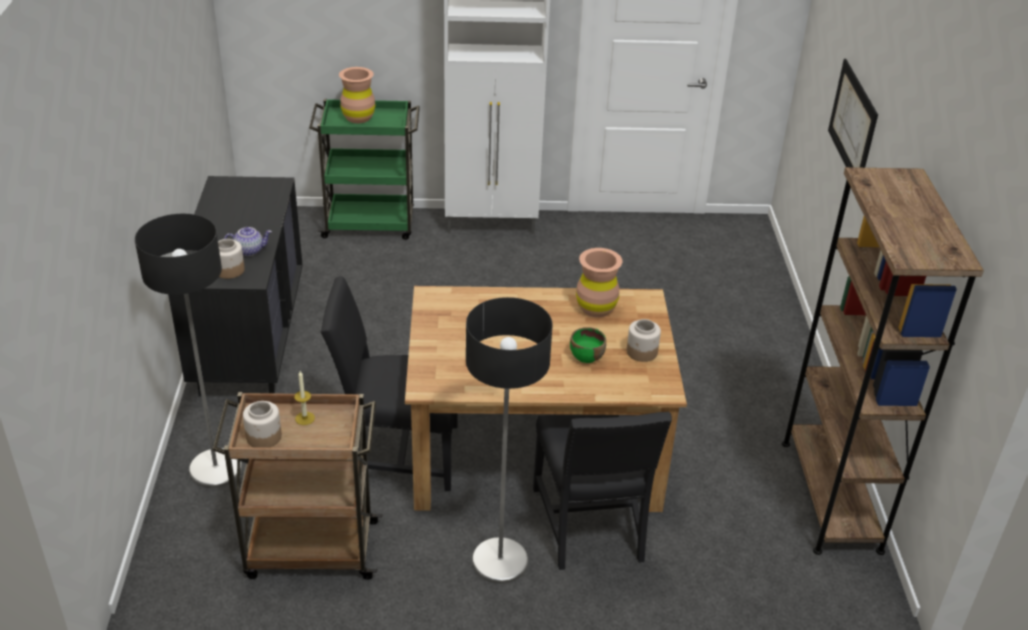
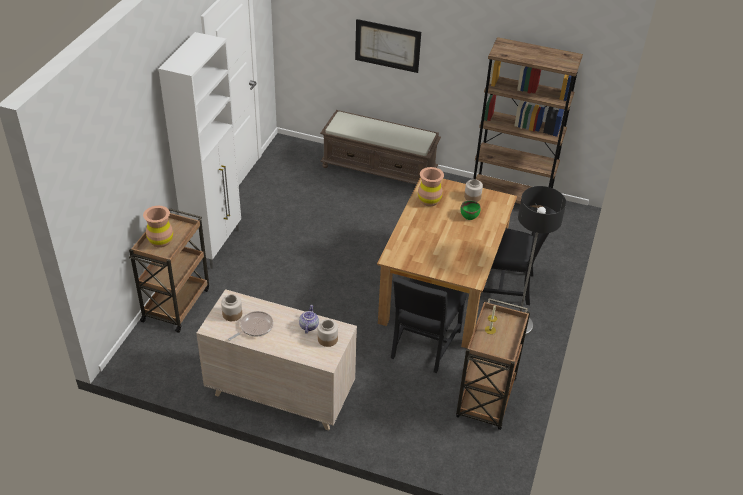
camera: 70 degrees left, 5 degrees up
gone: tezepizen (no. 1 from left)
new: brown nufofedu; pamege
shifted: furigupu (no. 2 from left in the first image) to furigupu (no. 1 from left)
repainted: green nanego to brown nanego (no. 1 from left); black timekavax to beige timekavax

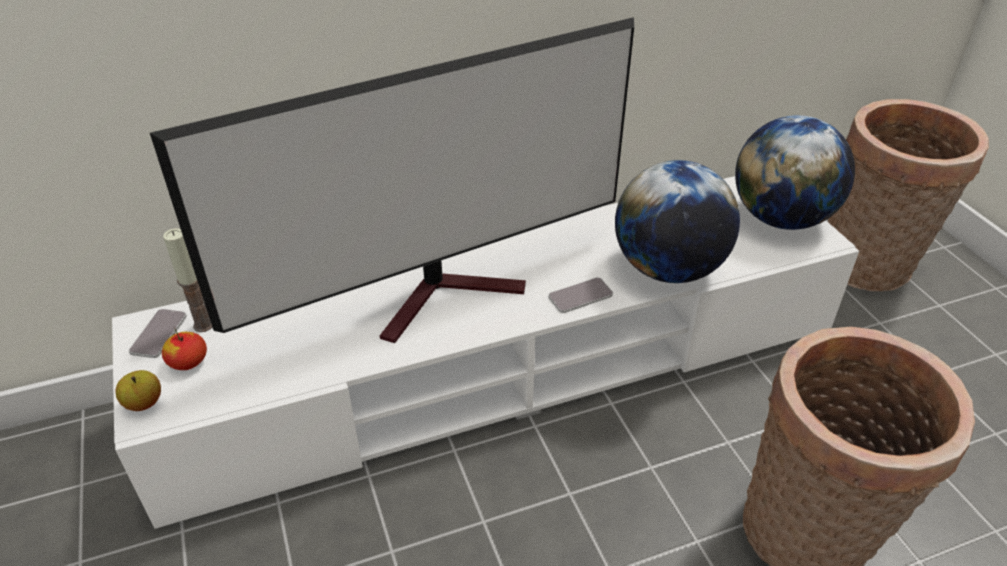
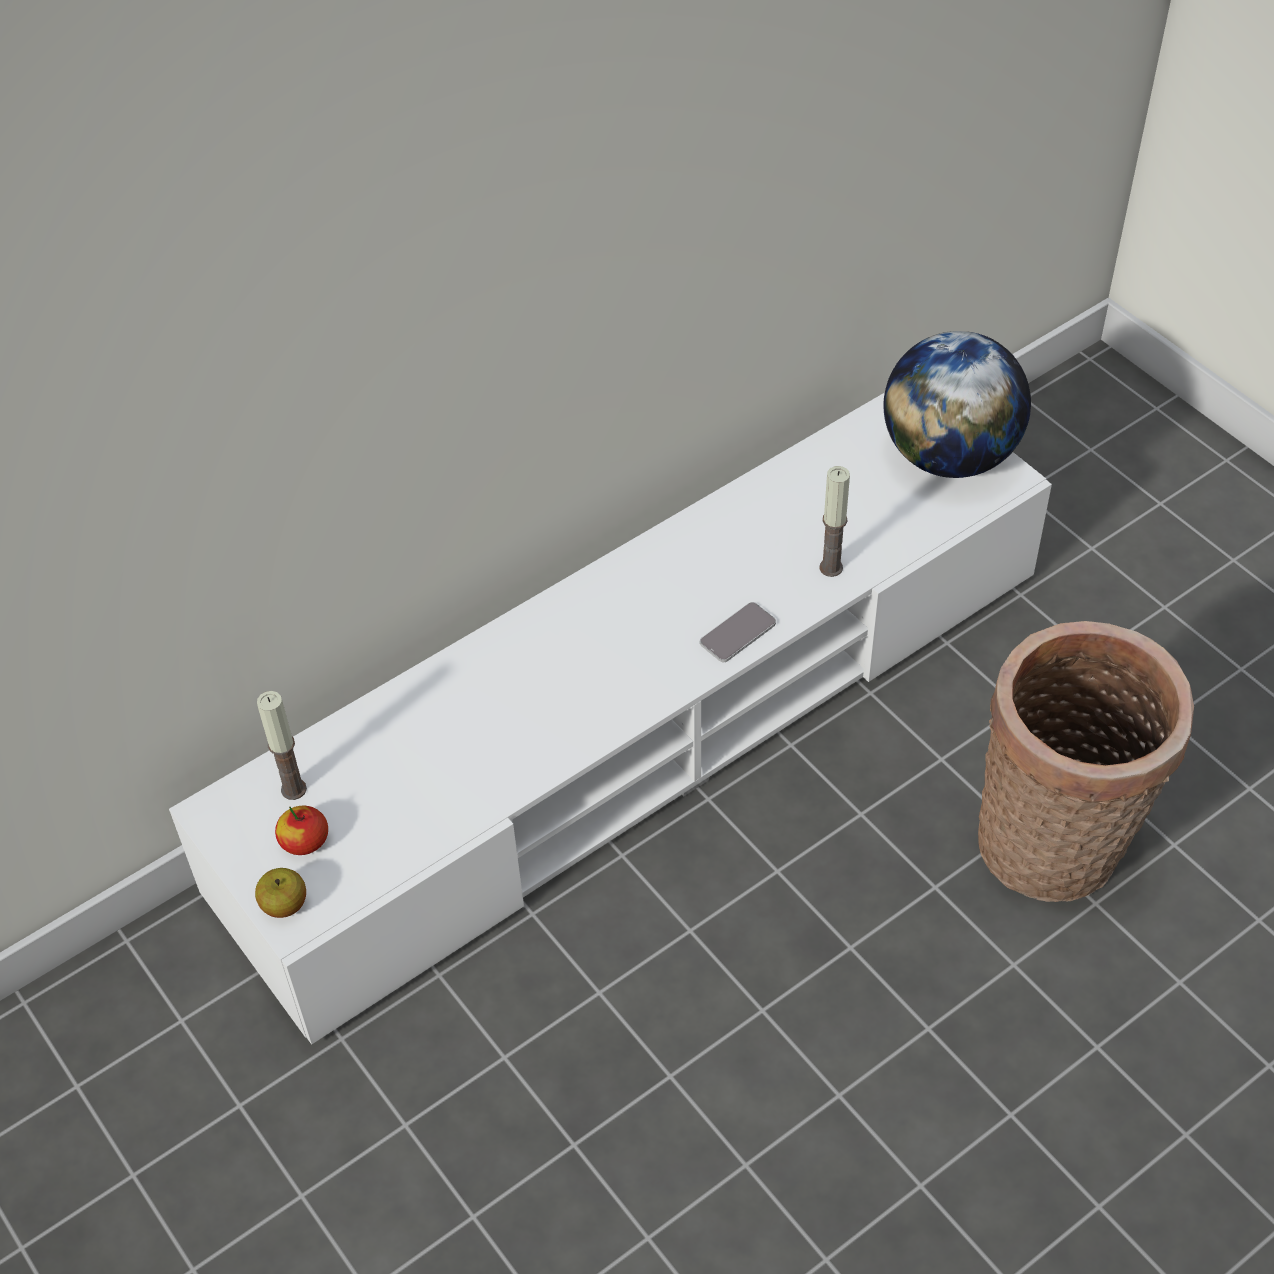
camera: 15 degrees left, 10 degrees up
gone: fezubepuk; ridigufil (no. 2 from left); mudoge (no. 1 from left)
swapped: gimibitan (no. 1 from left) to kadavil (no. 2 from left)

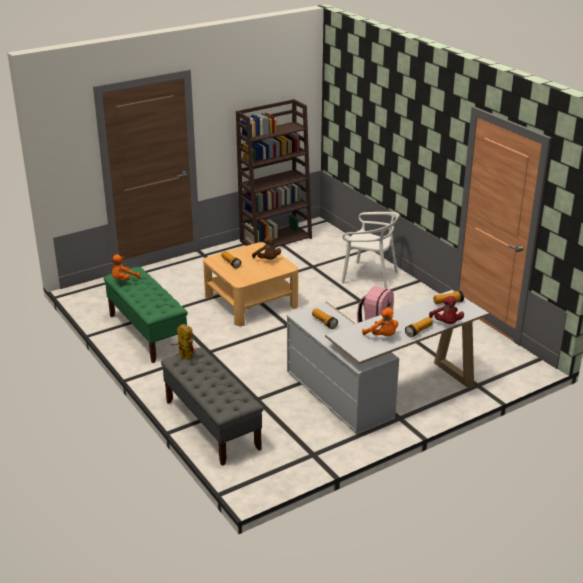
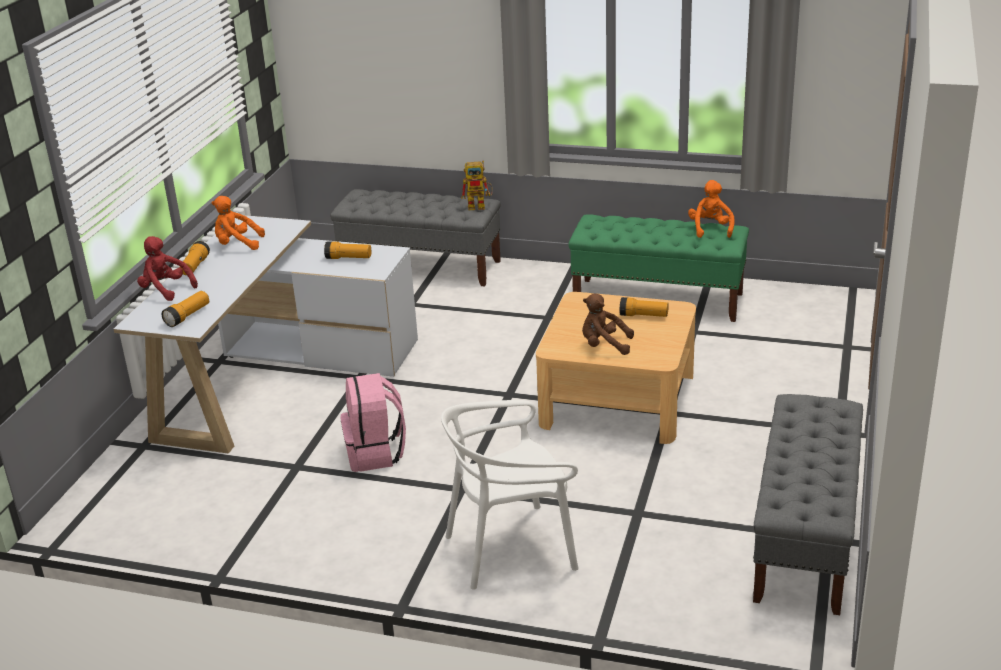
camera: 140 degrees right, 0 degrees up
swapped: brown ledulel to grey nufofedu (no. 2 from left)

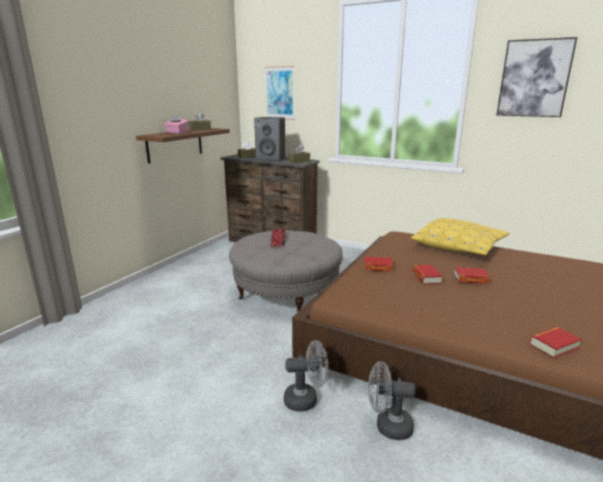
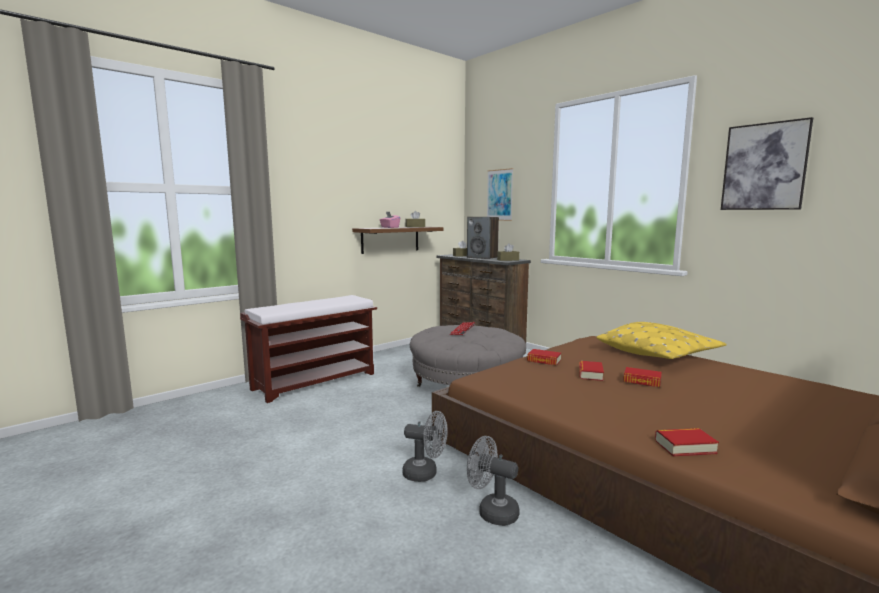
camera: 20 degrees right, 10 degrees down
new: brown nufofedu

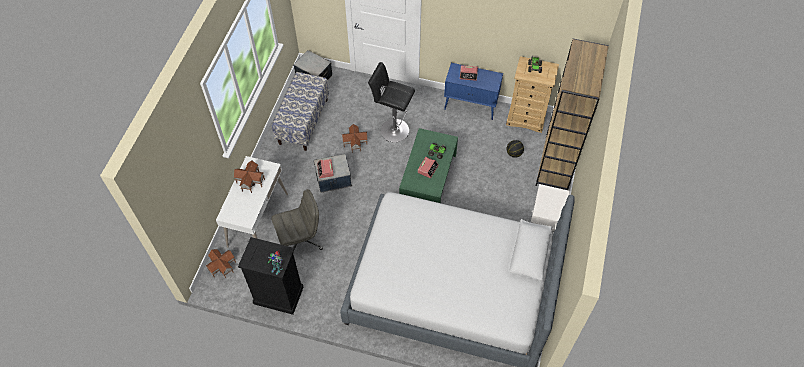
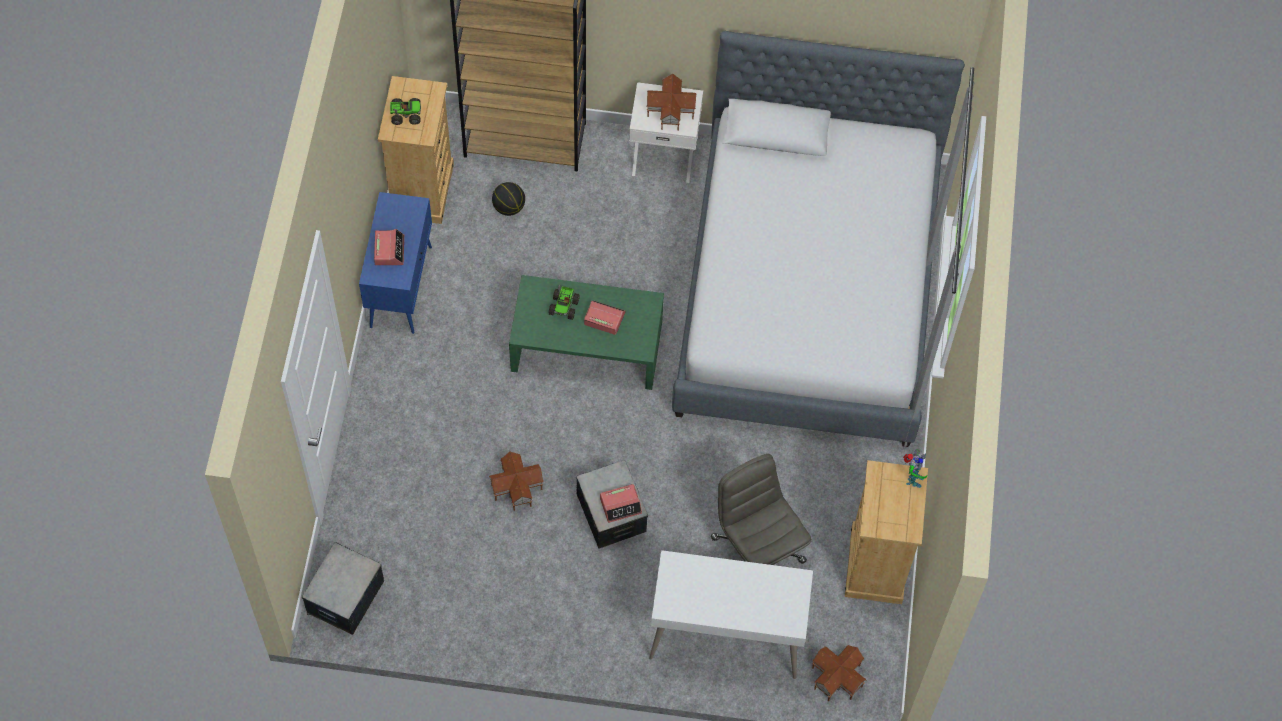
camera: 100 degrees left, 5 degrees up
gone: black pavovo; nufofedu
shifted: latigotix (no. 2 from left)
repainted: black timekavax to beige timekavax (no. 2 from left)

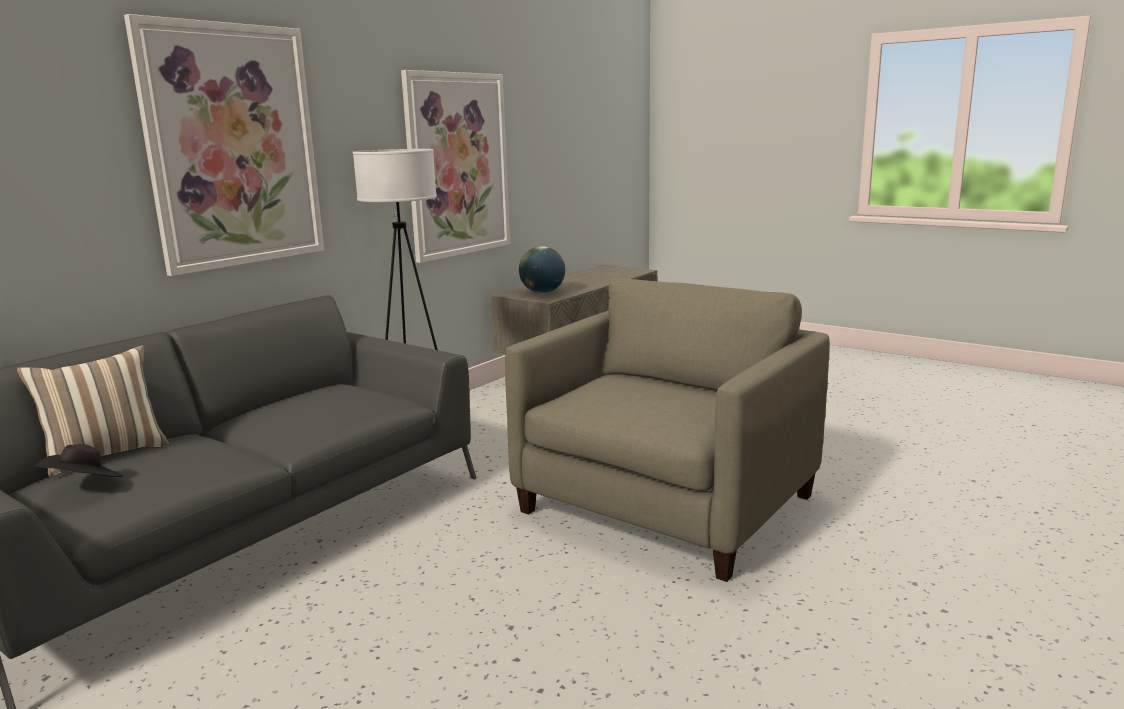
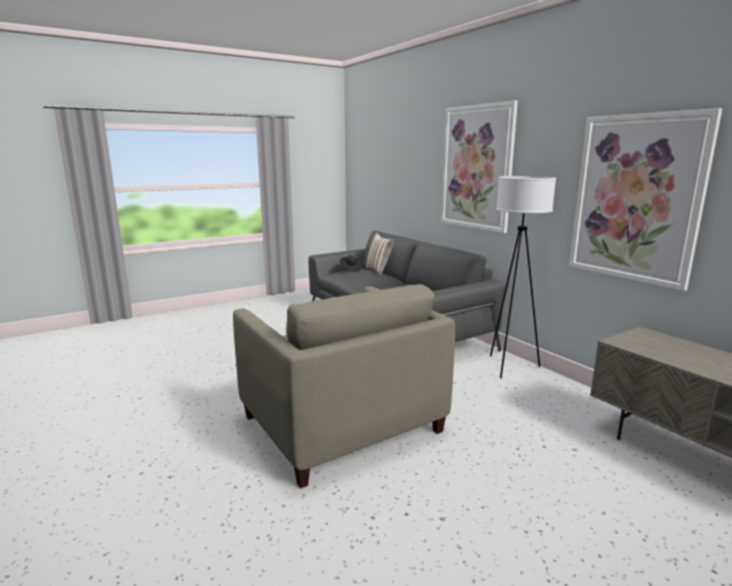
camera: 110 degrees right, 0 degrees up
gone: gimibitan

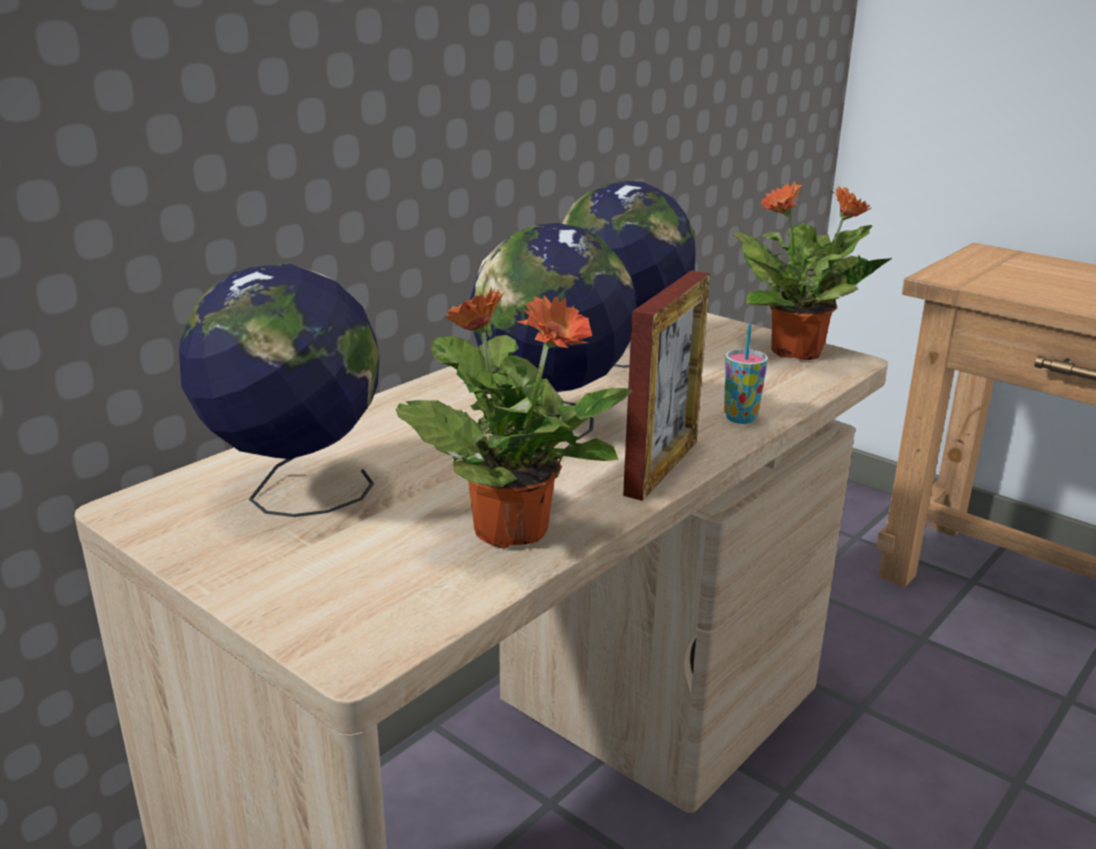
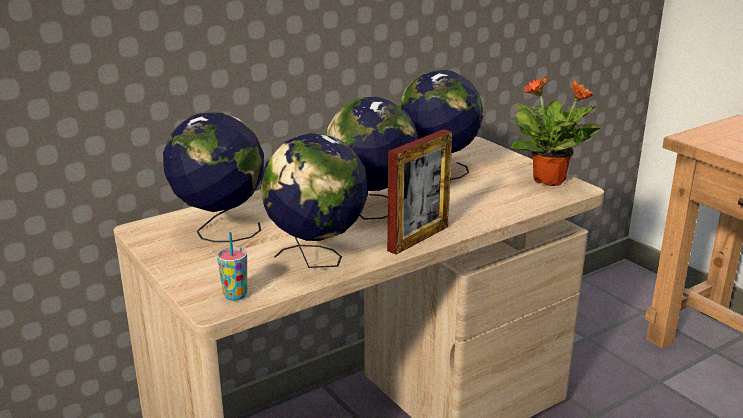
camera: 15 degrees right, 0 degrees up
shifted: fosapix
swapped: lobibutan (no. 1 from left) to gimibitan (no. 2 from left)

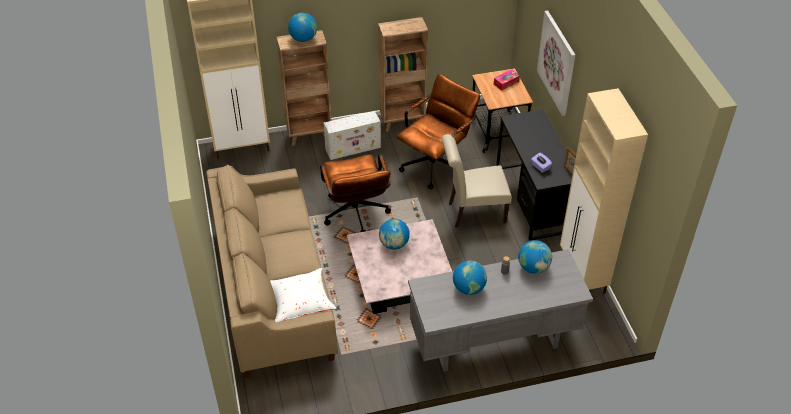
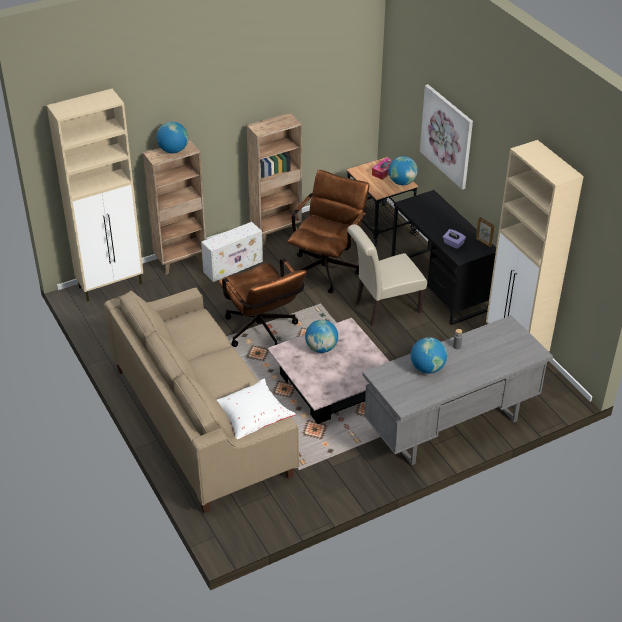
camera: 15 degrees left, 5 degrees down
shifted: gimibitan (no. 4 from left in the first image) to gimibitan (no. 3 from left)

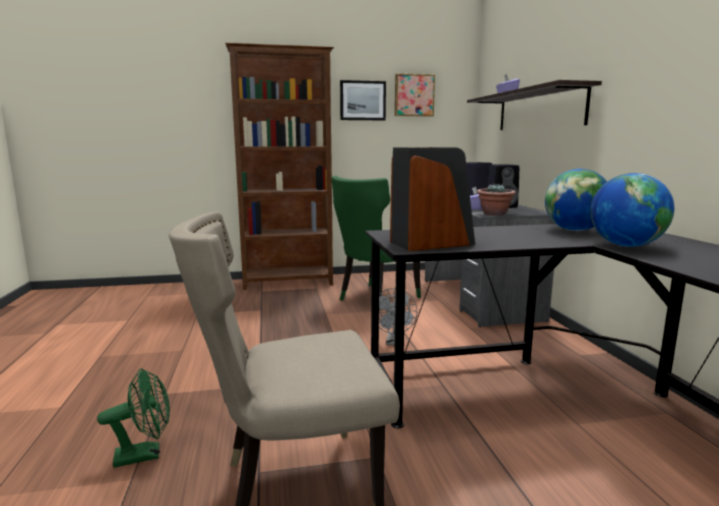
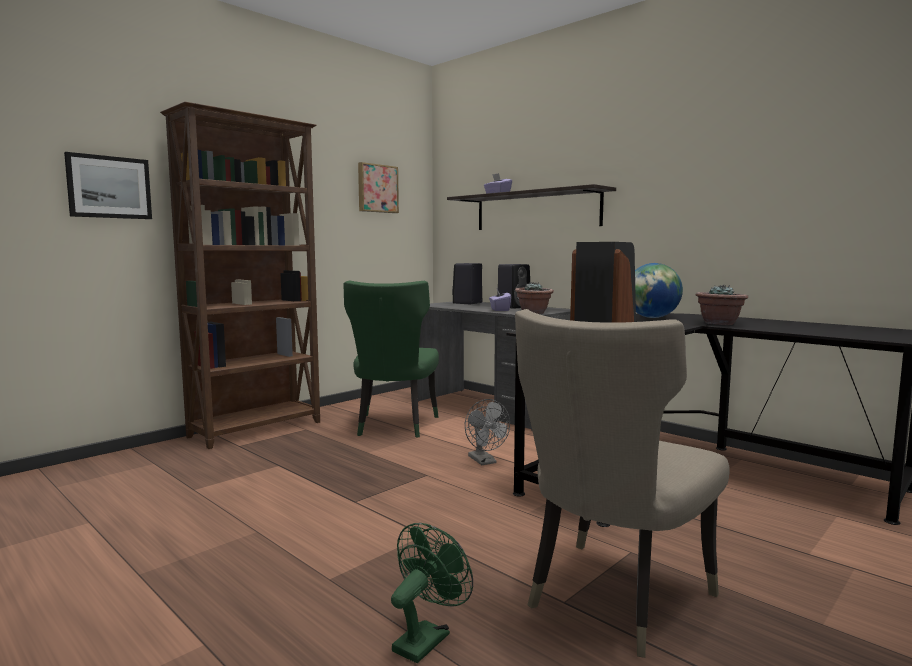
camera: 35 degrees left, 5 degrees down
shifted: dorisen (no. 1 from left)
swapped: gimibitan (no. 2 from left) to lobibutan (no. 2 from left)

